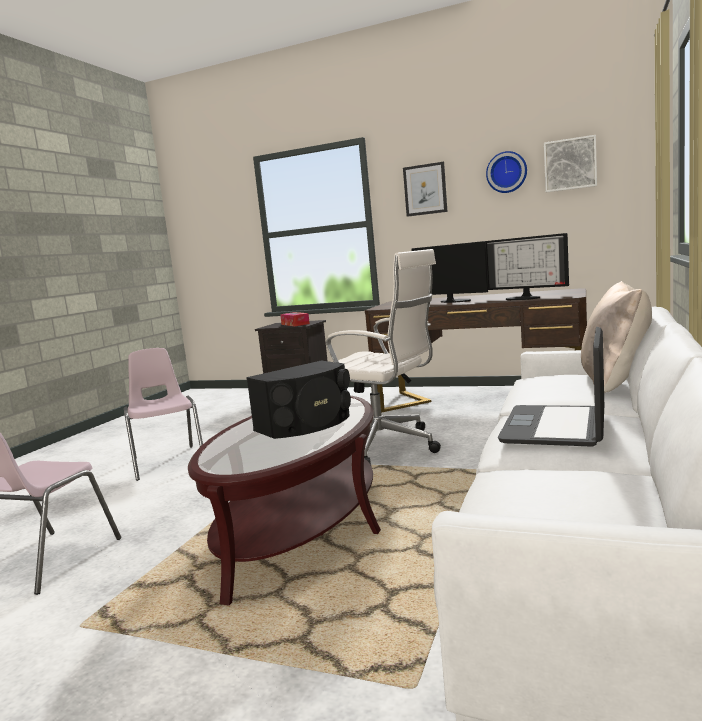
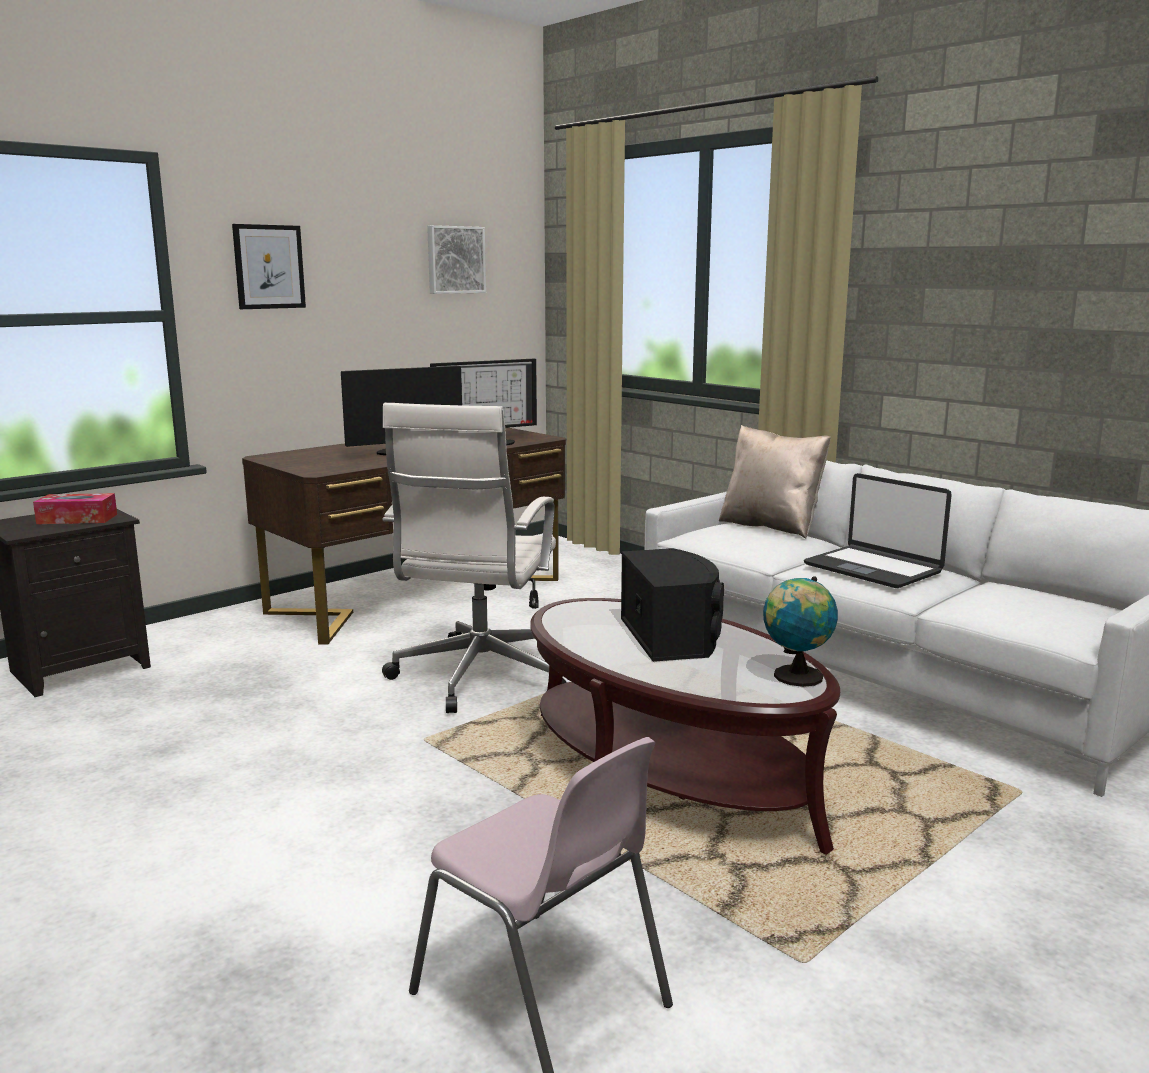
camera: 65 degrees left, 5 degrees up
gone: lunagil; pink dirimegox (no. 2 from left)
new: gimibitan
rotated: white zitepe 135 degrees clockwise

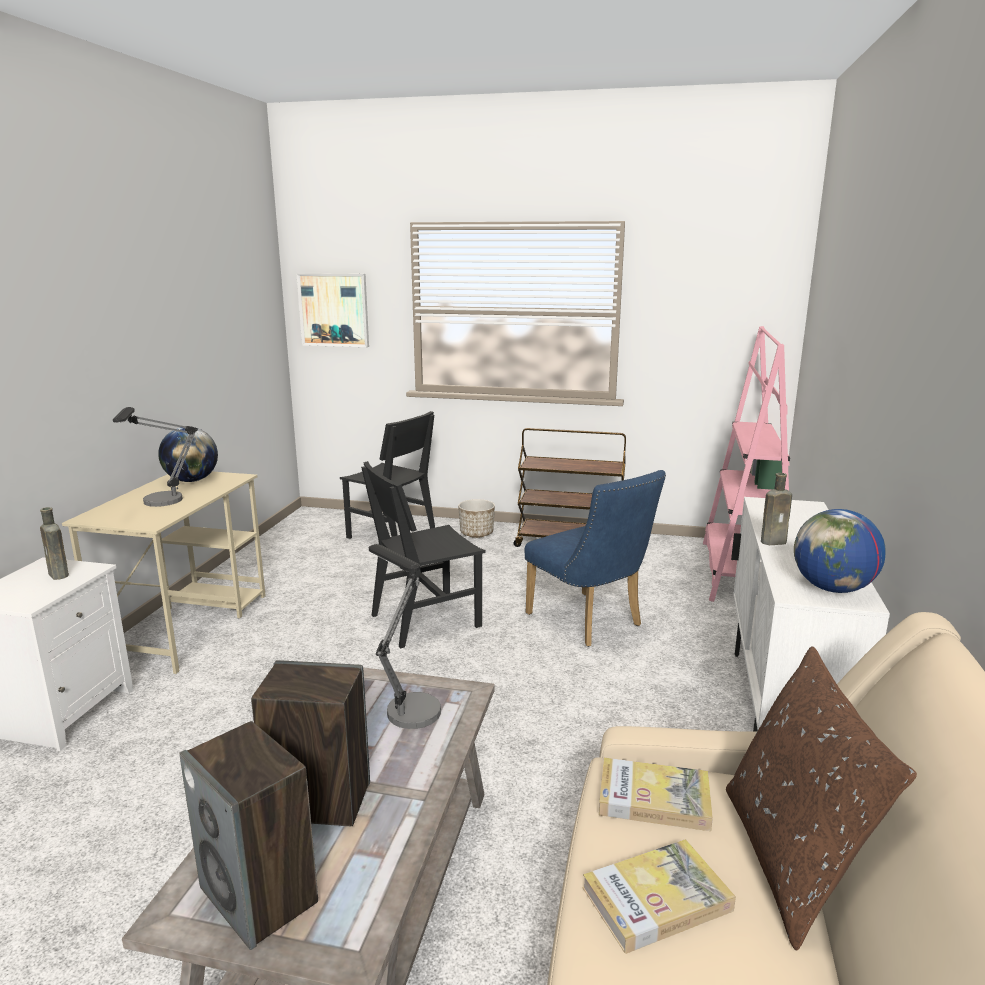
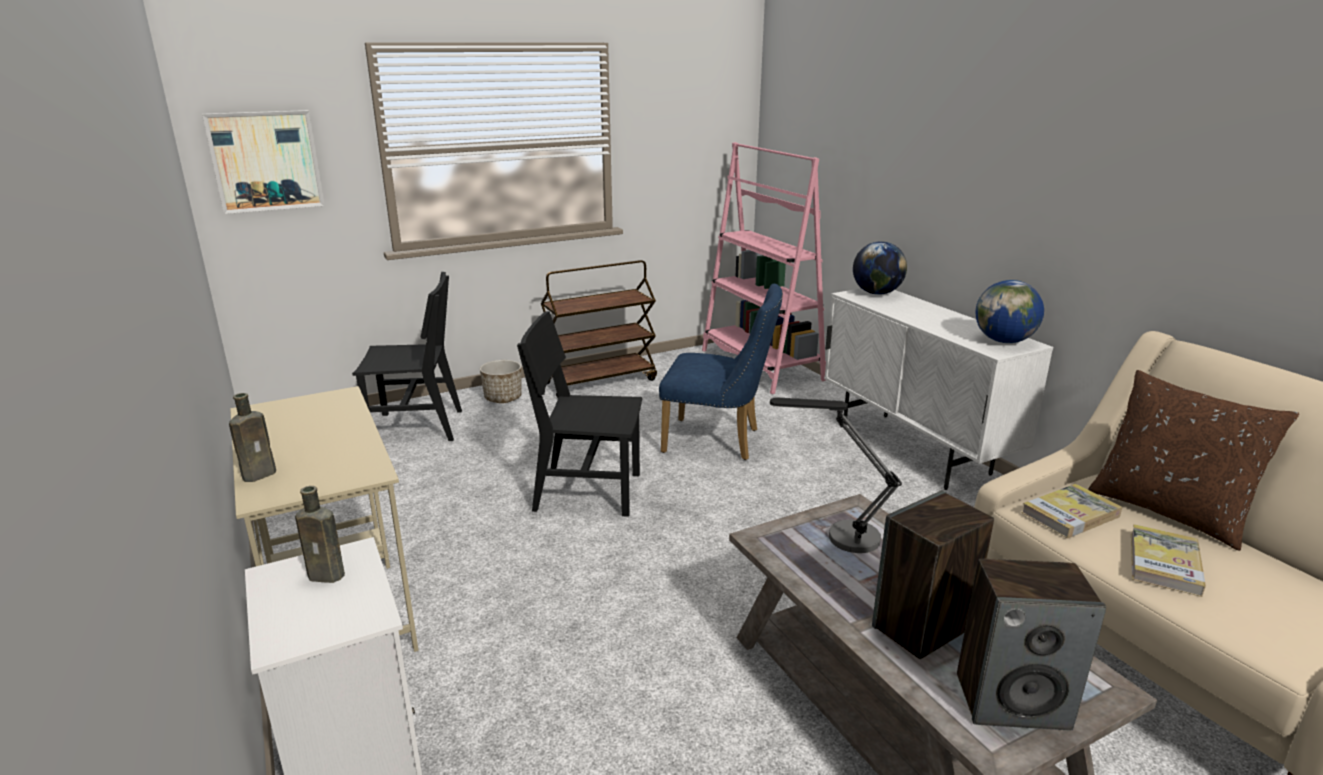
camera: 40 degrees left, 5 degrees up
gone: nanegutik (no. 1 from left)
shifted: gimibitan (no. 1 from left); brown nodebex (no. 2 from left in the first image) to brown nodebex (no. 1 from left)
rotated: black dirimegox (no. 2 from left) 75 degrees clockwise

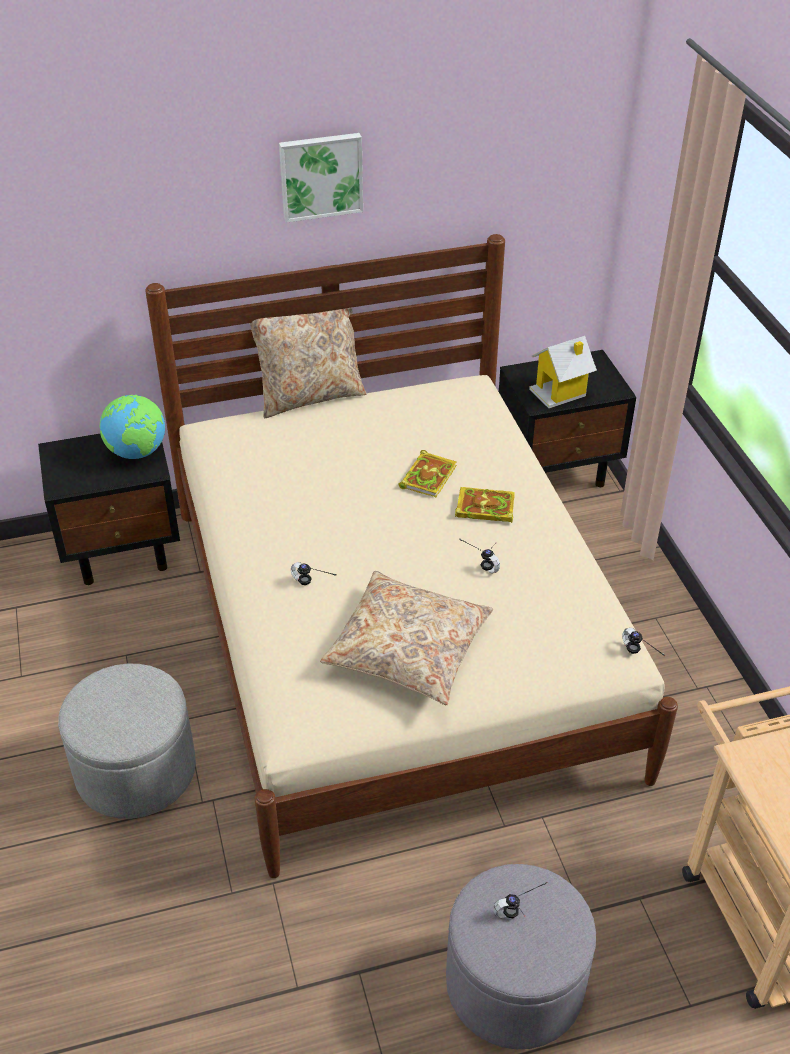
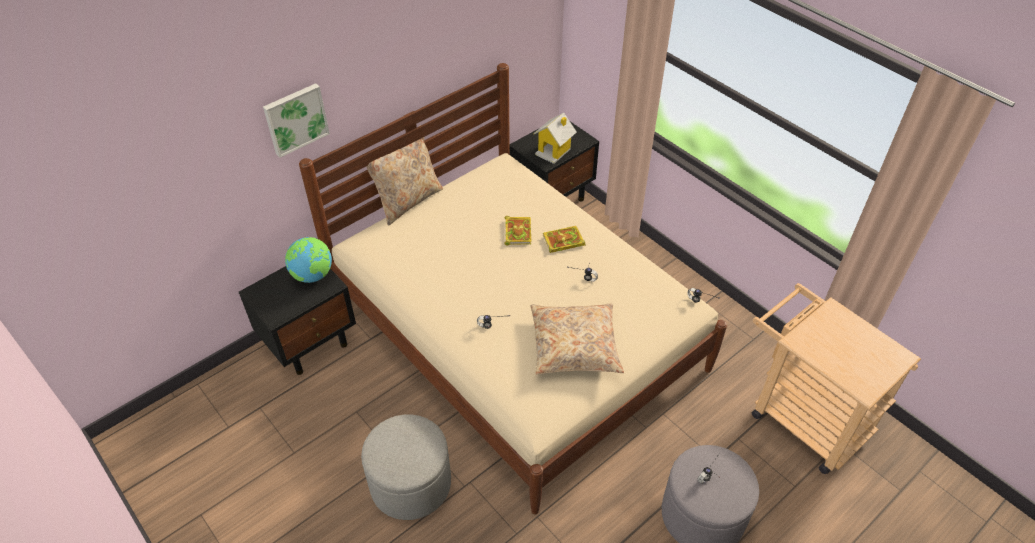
camera: 25 degrees left, 5 degrees up
shifted: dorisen

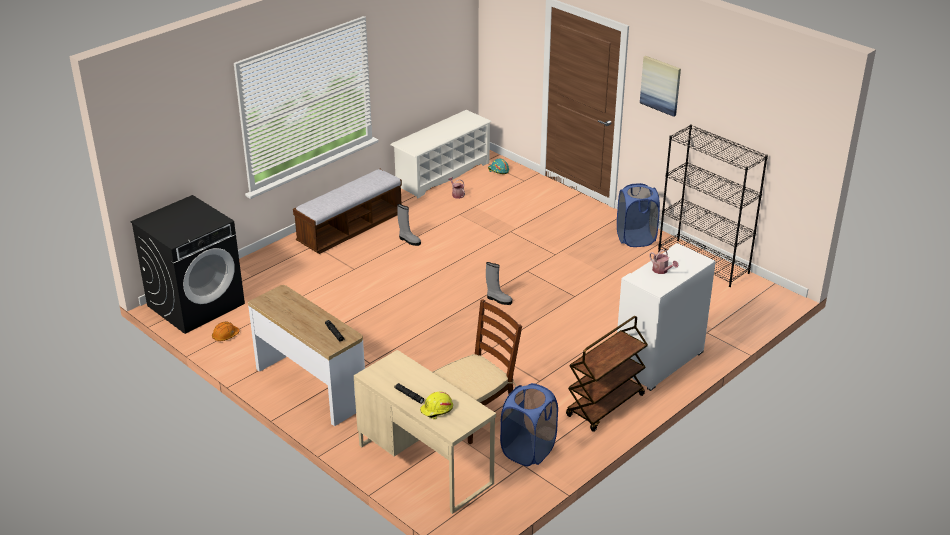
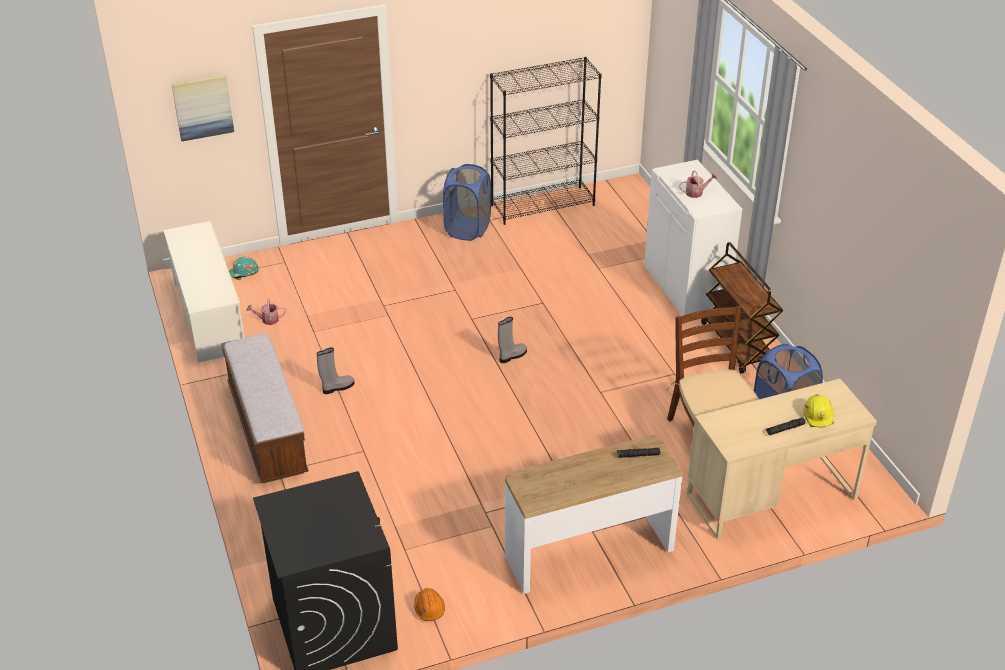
camera: 65 degrees left, 5 degrees up
shifted: dorisen

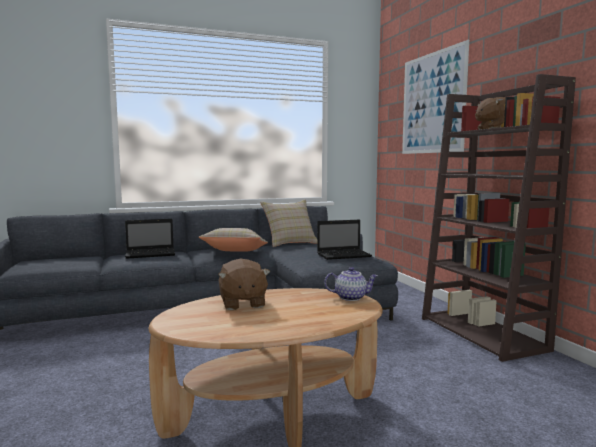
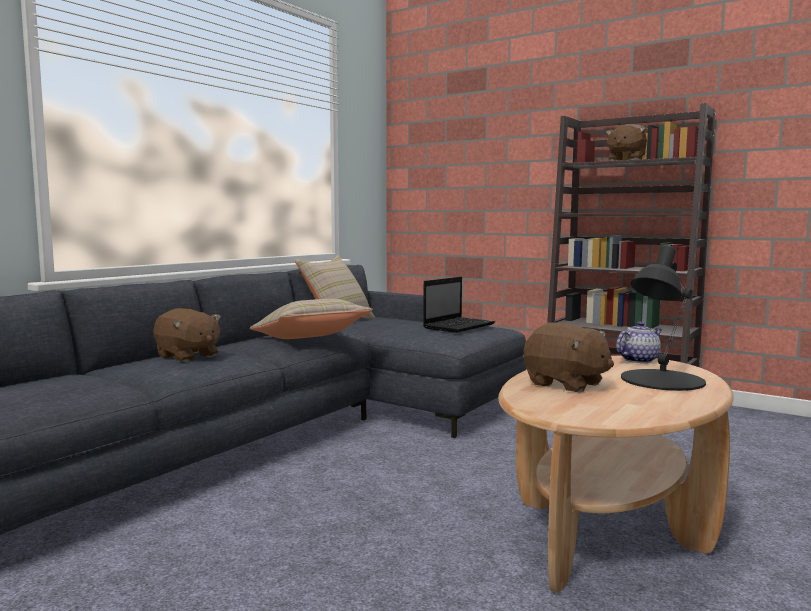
camera: 35 degrees left, 0 degrees up
gone: dorisen
new: black nanegutik
swapped: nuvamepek (no. 1 from left) to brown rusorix (no. 1 from left)

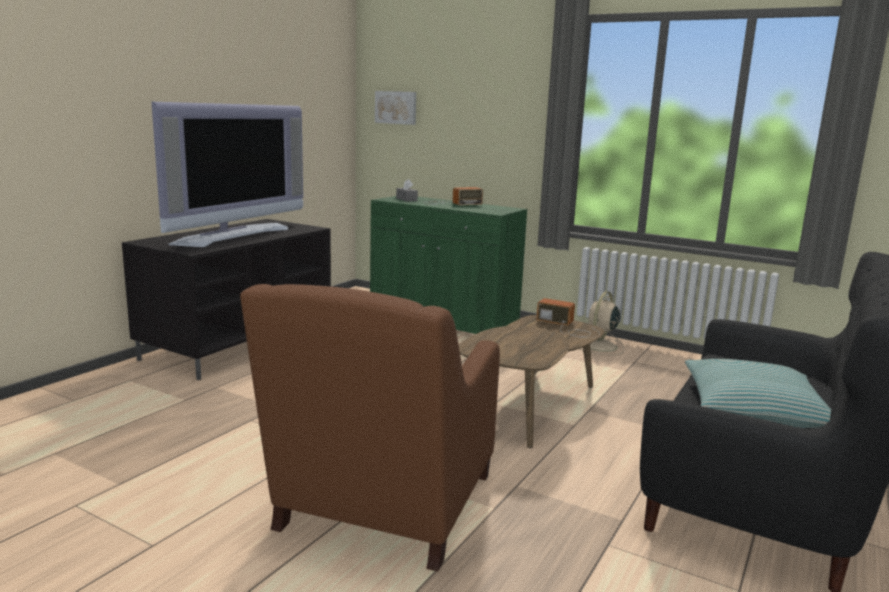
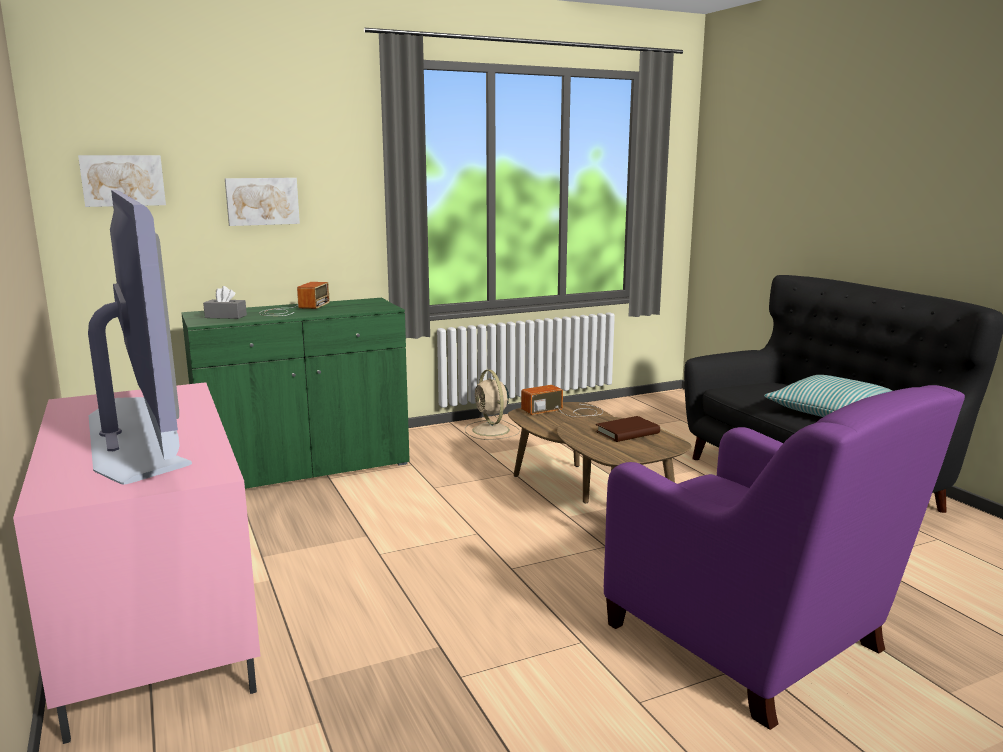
camera: 55 degrees left, 0 degrees up
new: dorisen (no. 2 from left); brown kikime
repainted: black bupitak to pink bupitak; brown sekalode to purple sekalode

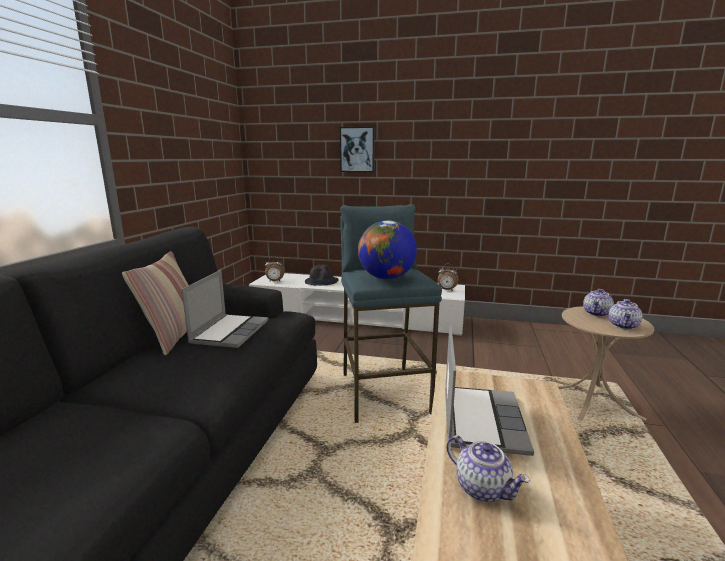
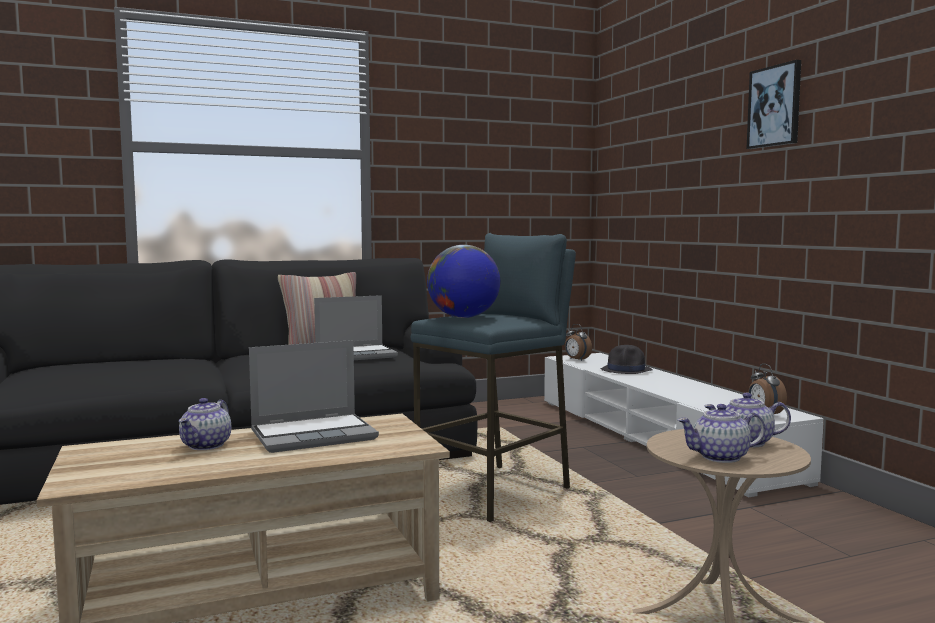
camera: 55 degrees right, 10 degrees down
shifted: dorisen

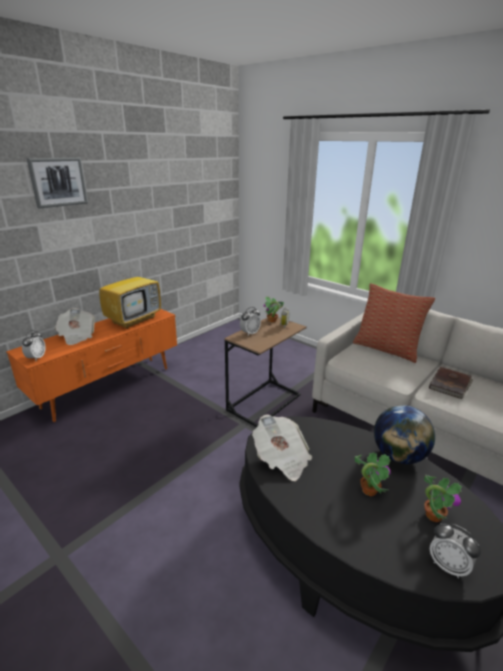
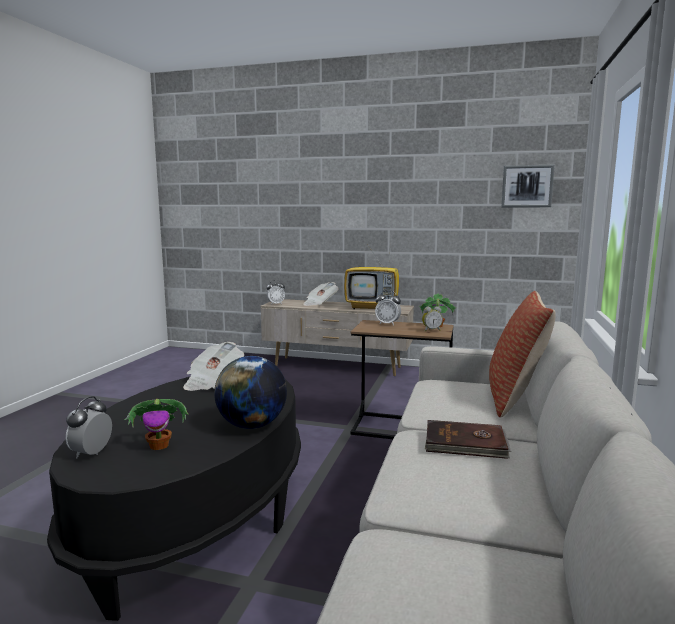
camera: 65 degrees right, 15 degrees down
gone: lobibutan (no. 2 from left)
shifted: dorisen
repainted: orange bupitak to beige bupitak

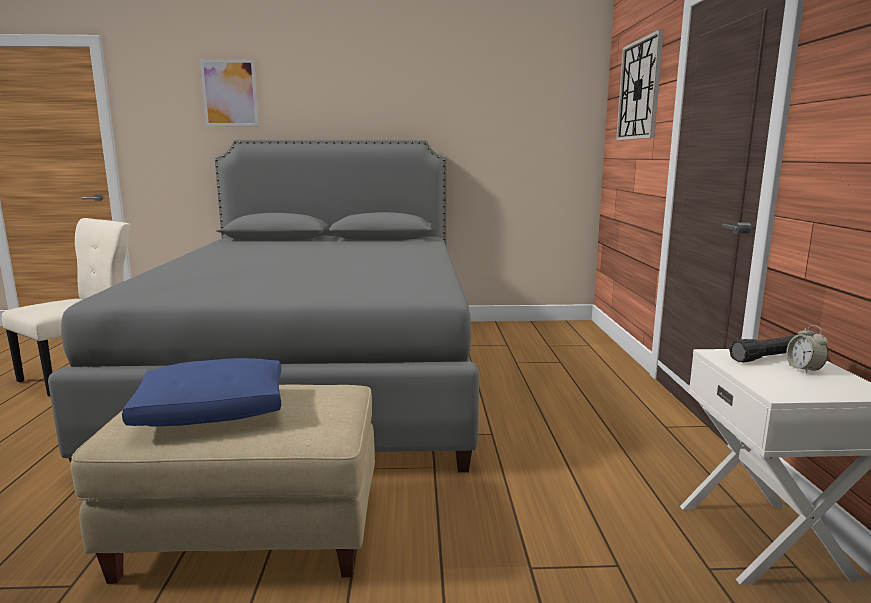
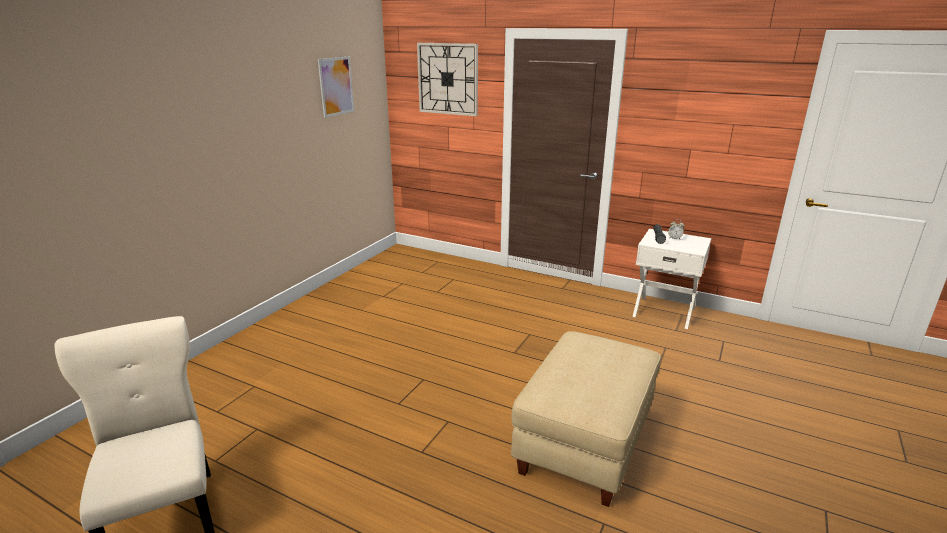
camera: 60 degrees left, 10 degrees up
gone: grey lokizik; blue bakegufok
shifted: dorisen

